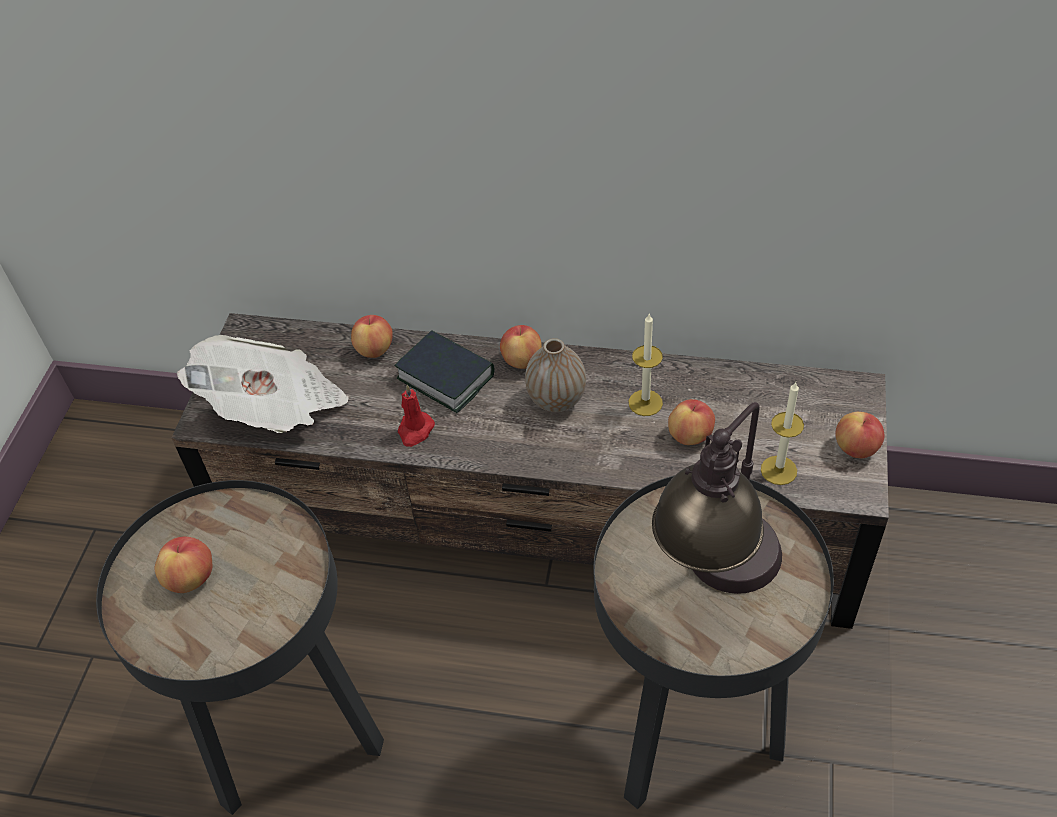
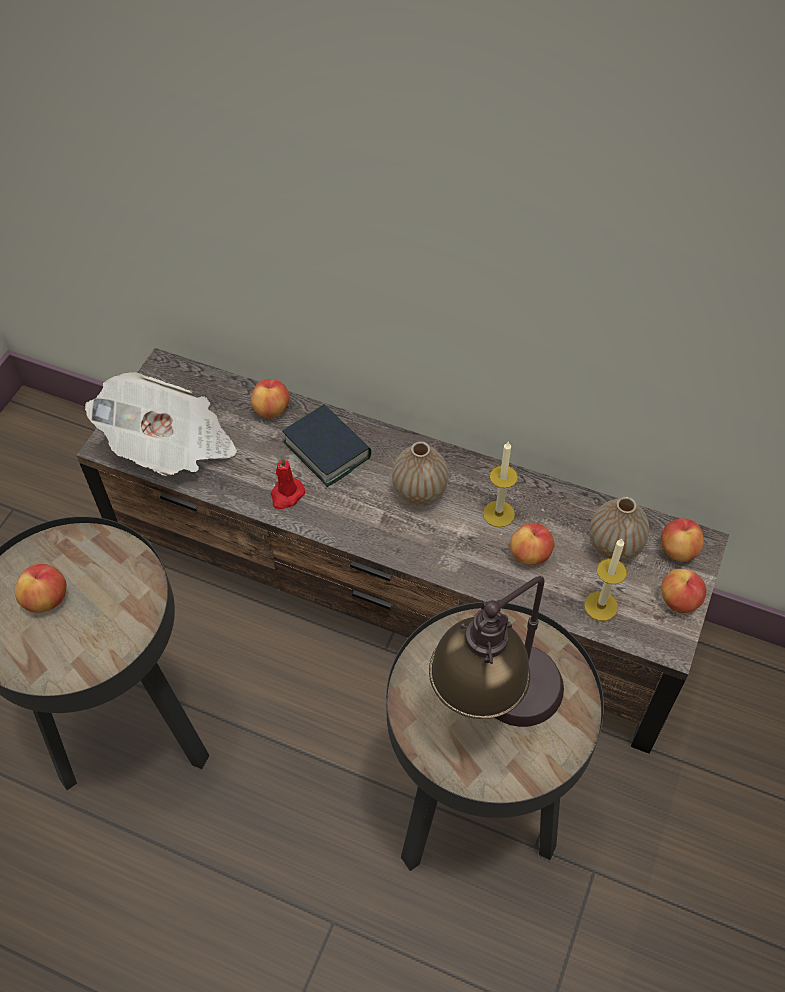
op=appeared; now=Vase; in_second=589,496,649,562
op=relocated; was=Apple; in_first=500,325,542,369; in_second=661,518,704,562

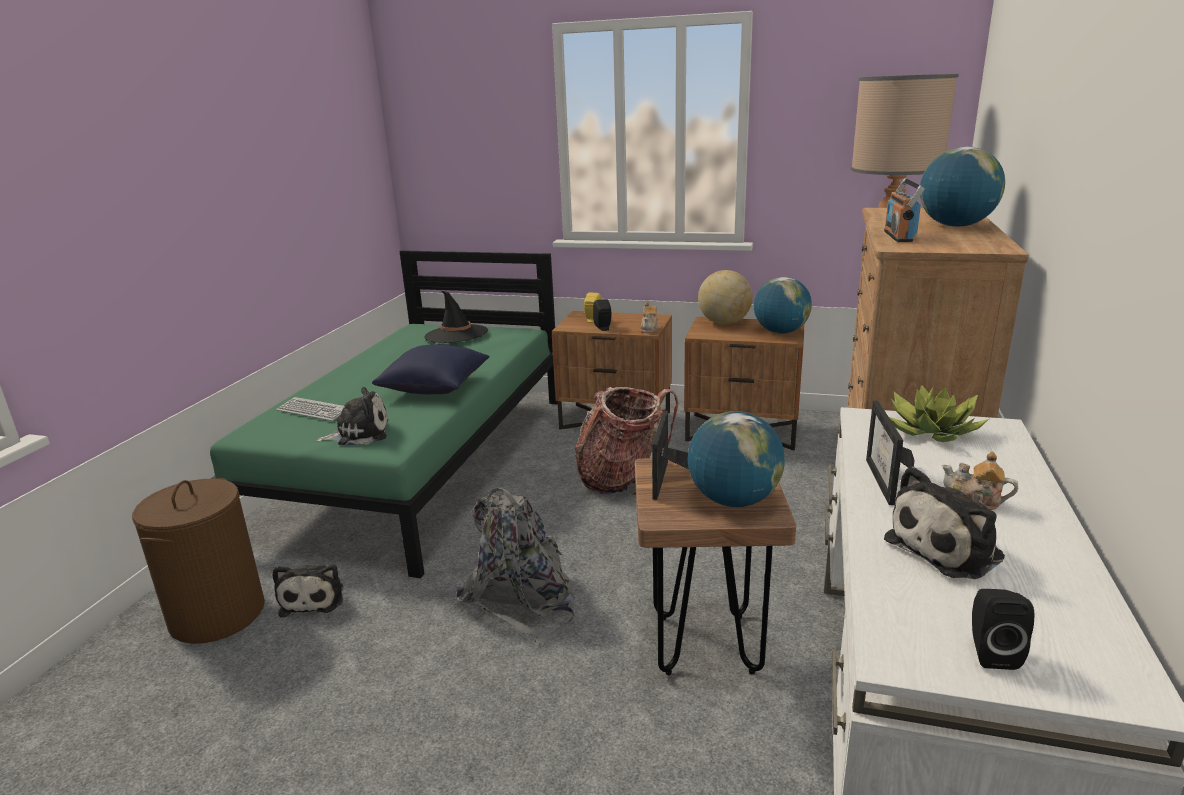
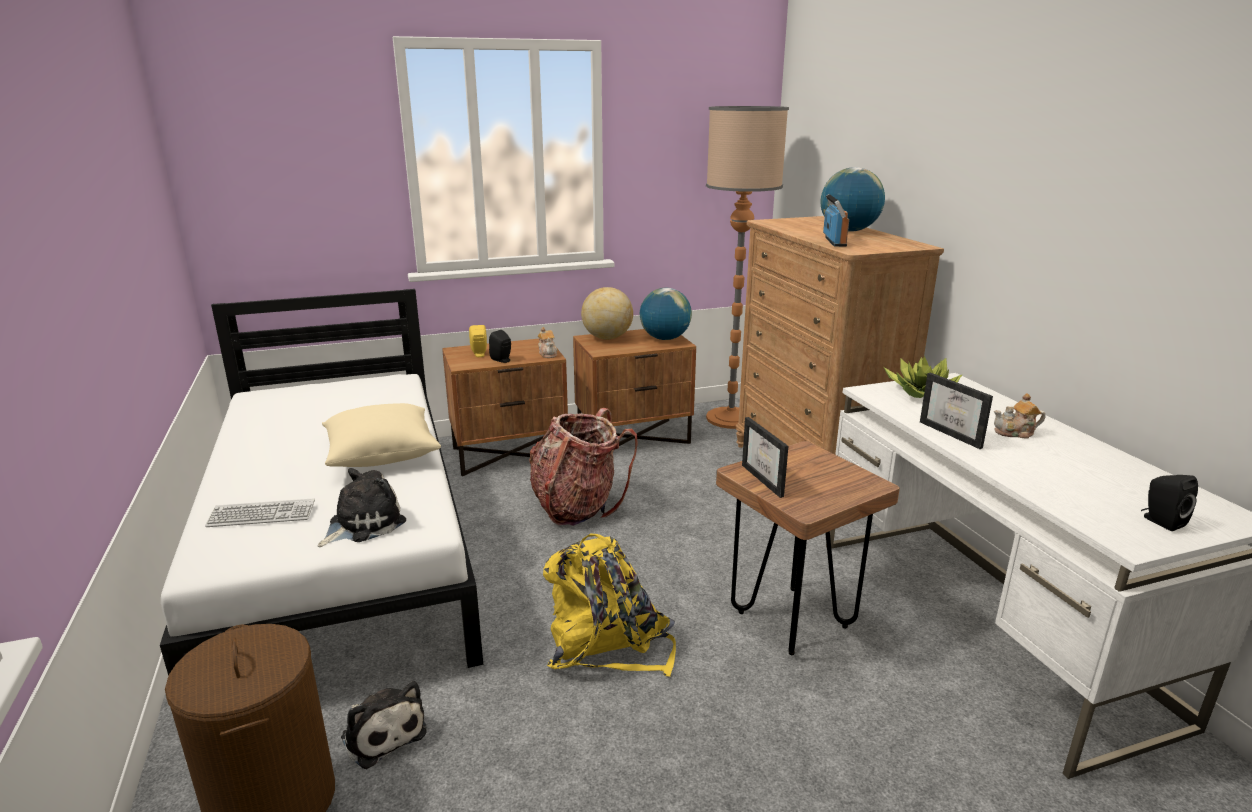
op=colour; was=GreenBed; now=WhiteBed; in_first=210,250,558,578; in_second=160,289,483,676
op=colour; was=BluePillow; now=BeigePillow; in_first=372,344,490,394; in_second=322,403,441,467
op=colour; was=GreyBackpack; now=YellowBackpack; in_first=456,488,575,645; in_second=543,533,676,677
op=spun; was=Radio; in_first=884,178,925,242; in_second=823,194,849,247; clockwise=-150
op=missing; was=BlackHat; in_first=424,290,488,343
op=missing; was=Globe; in_first=688,411,785,507
op=missing; was=PlushToy; in_first=884,466,1005,579

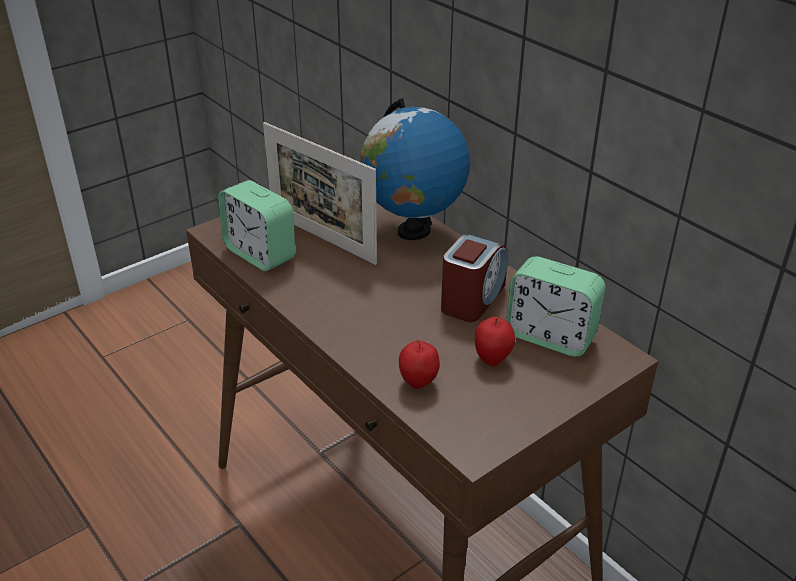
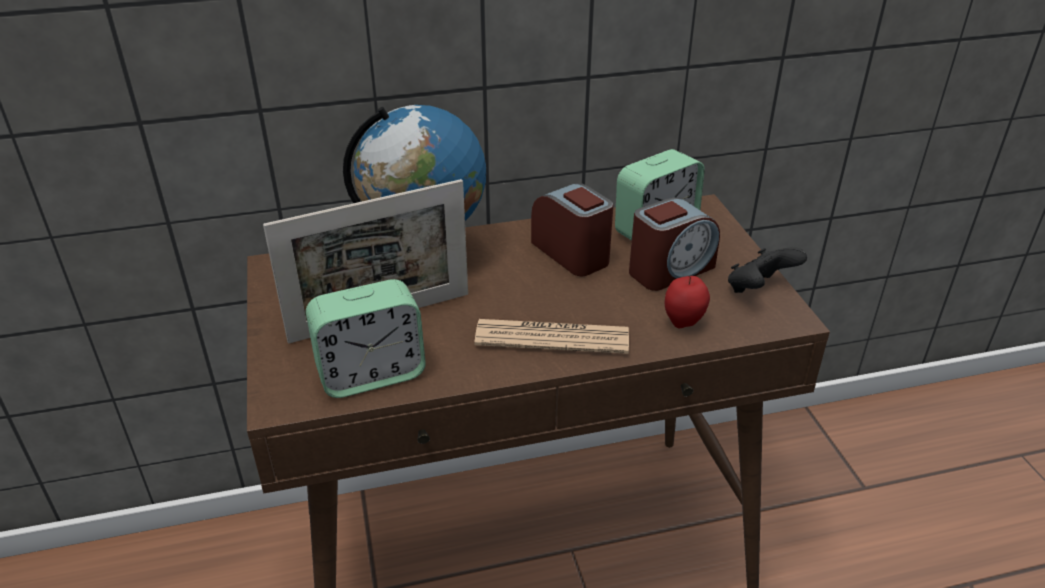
op=appeared; now=Newspaper; in_second=474,319,629,354
op=exchanged; was=Apple; now=AlarmClock; in_first=475,317,515,367; in_second=629,197,720,291
op=appeared; now=BlackGameController; in_second=728,247,807,293

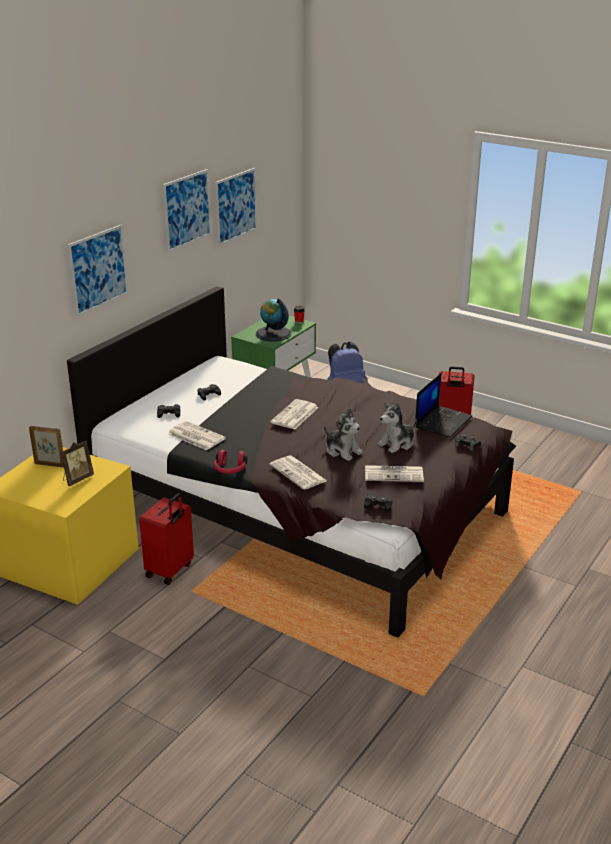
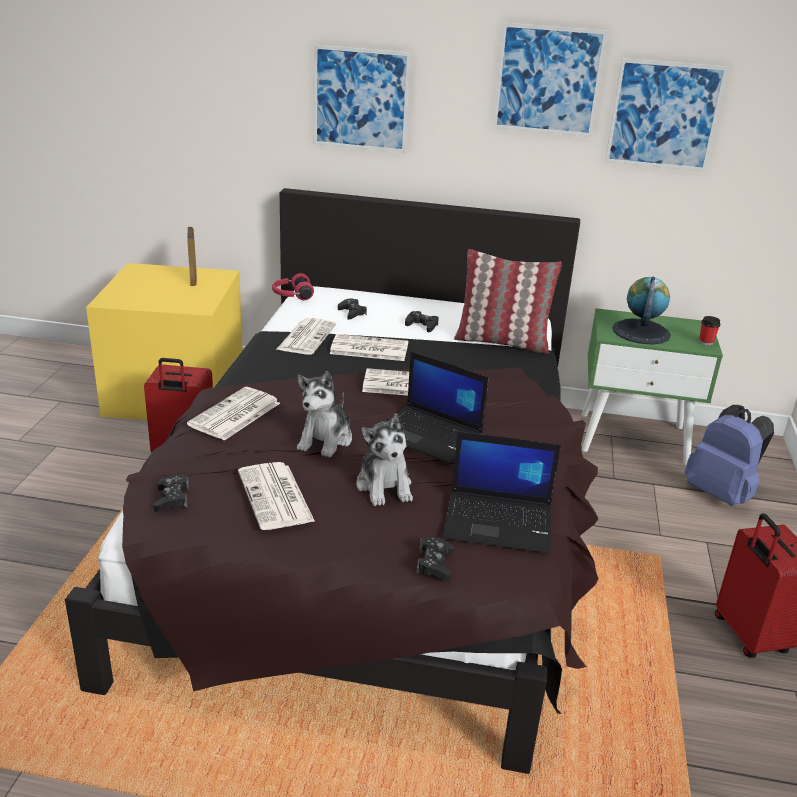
op=relocated; was=RedHeadphones; in_first=213,450,248,474; in_second=272,273,314,300
op=appeared; now=Newspaper; in_second=330,334,408,361
op=spun; was=PlushToy; in_first=378,402,417,453; in_second=356,413,413,506; clockwise=-135
op=appeared; now=Laptop; in_second=388,352,489,463
op=appeared; now=Pillow; in_second=454,249,562,354
op=missing; was=PictureFrame; in_first=60,440,94,486

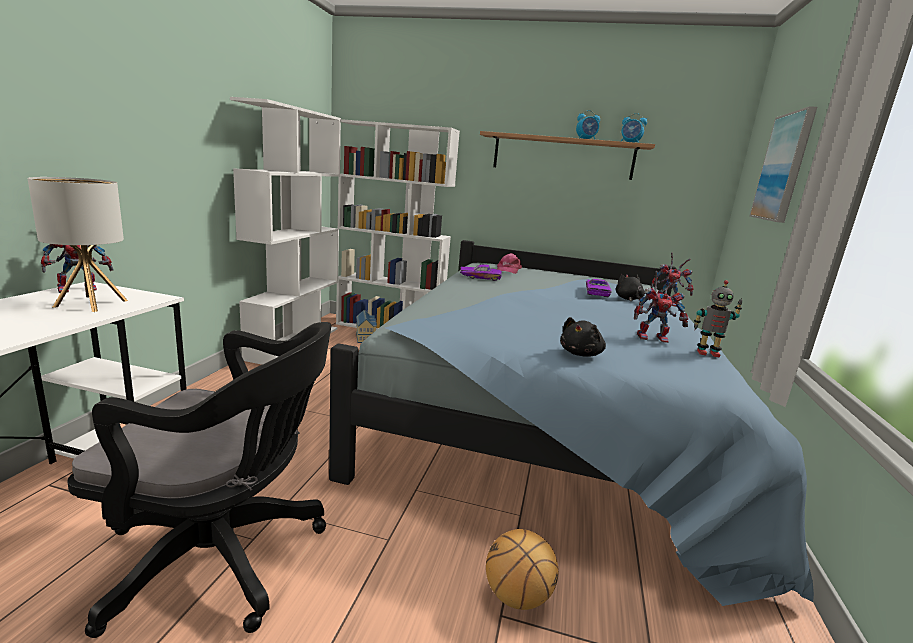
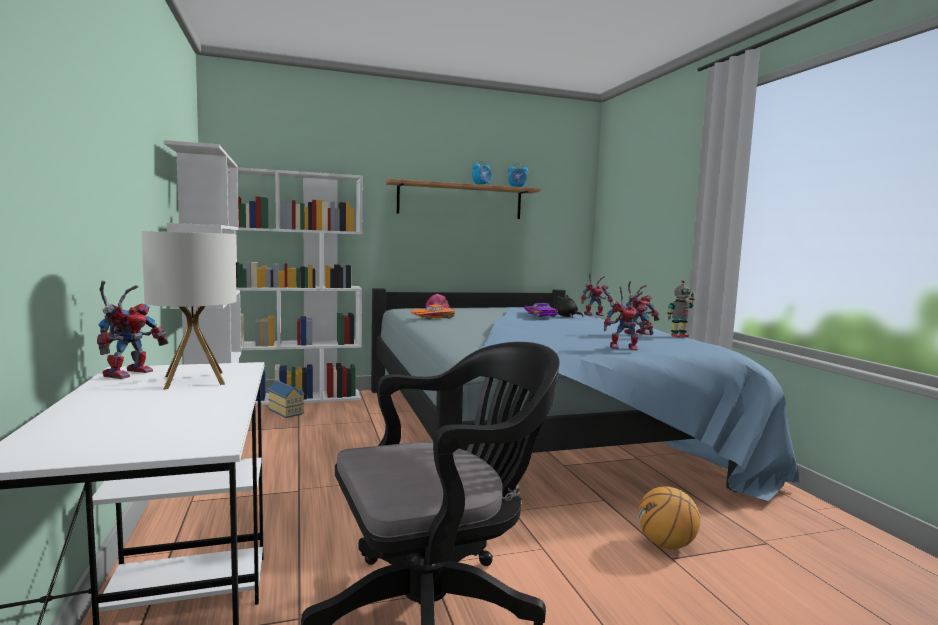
op=colour; was=PurpleToyCar; now=OrangeToyCar; in_first=460,264,502,281; in_second=411,304,455,319
op=exchanged; was=BlackPlushToy; now=ToyRobot; in_first=560,317,606,356; in_second=604,286,653,351
op=missing; was=Picture; in_first=750,106,817,223

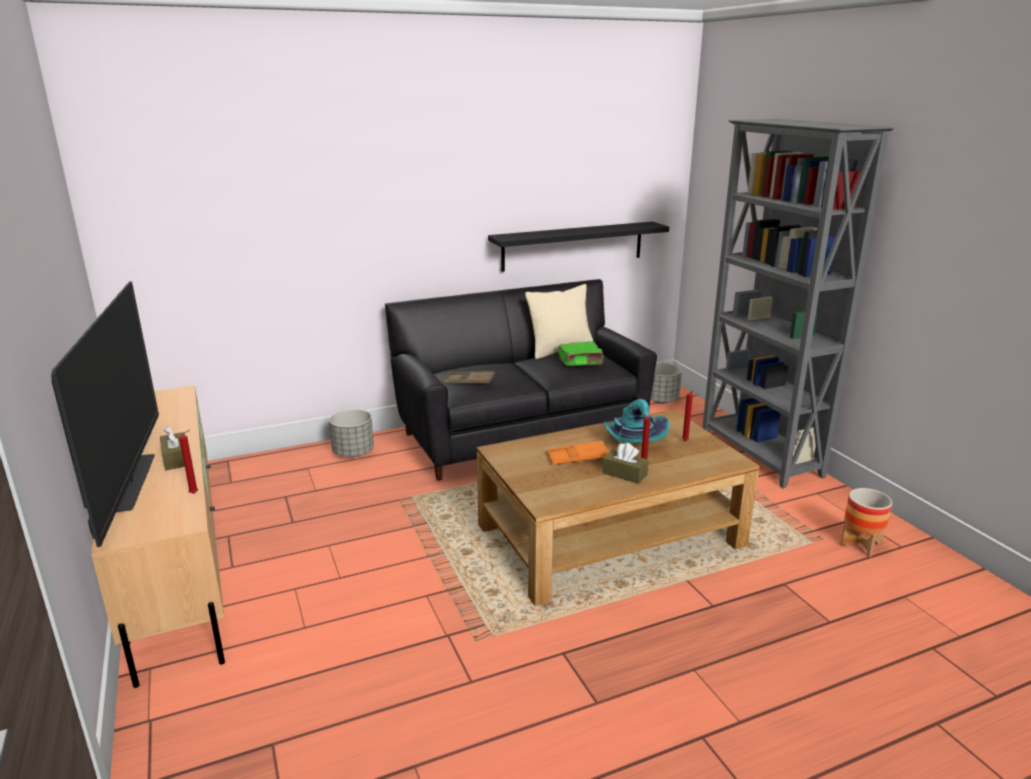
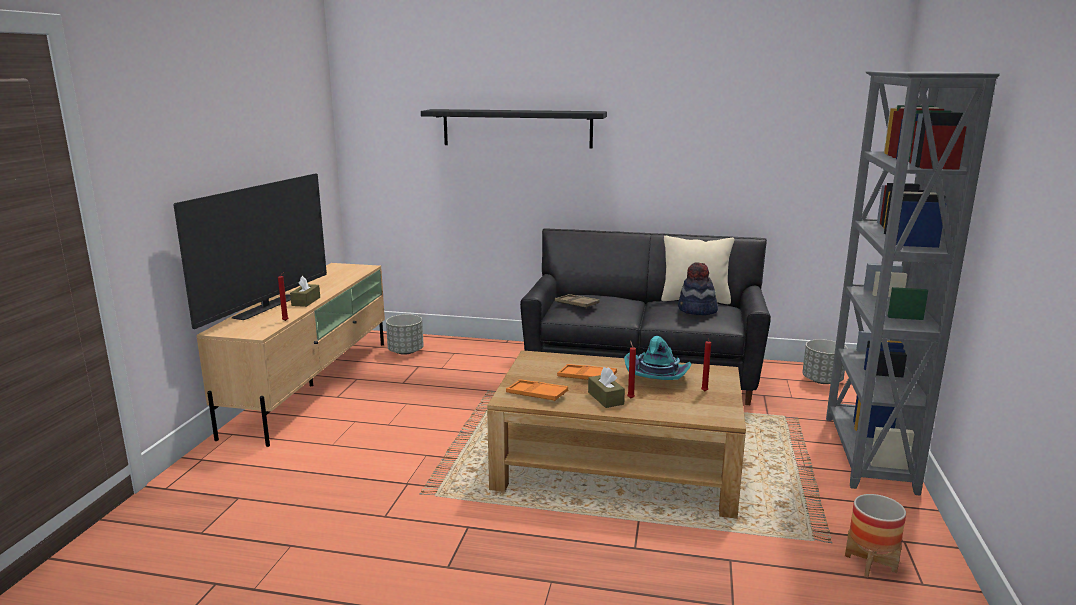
op=relocated; was=GreyPlanter; in_first=329,409,374,457; in_second=386,314,424,355
op=relocated; was=BlackShelf; in_first=488,222,669,272; in_second=421,109,607,148
op=appeared; now=OrangeTray; in_second=506,379,568,401
op=exchanged; was=GreenBook; now=Hat; in_first=558,341,604,366; in_second=678,262,718,315

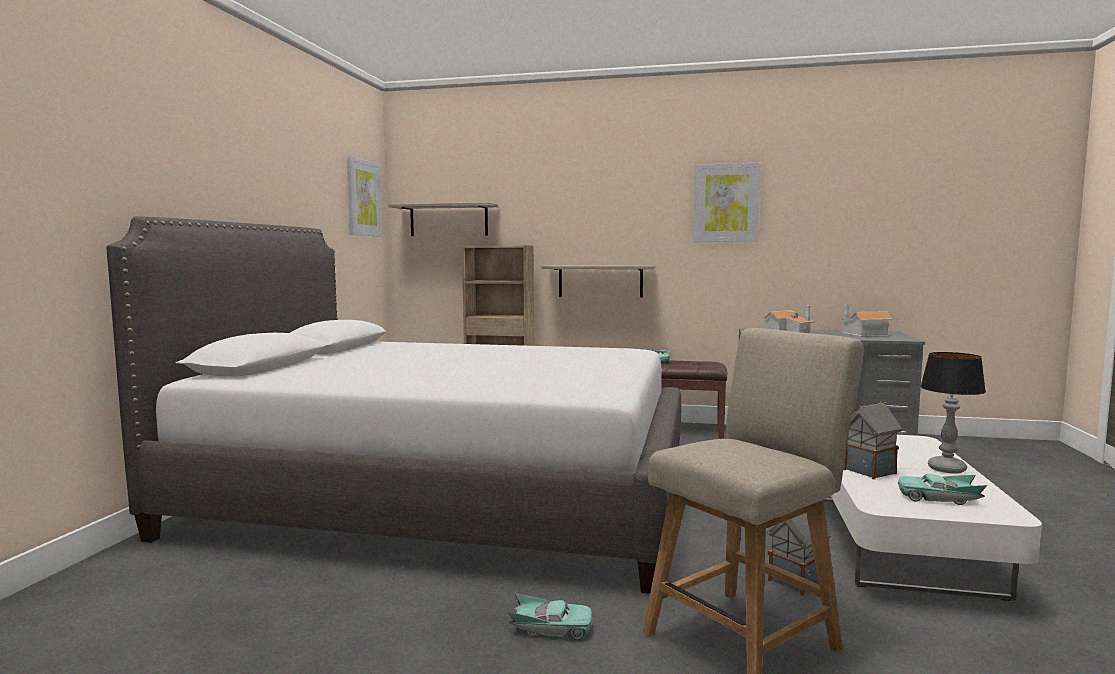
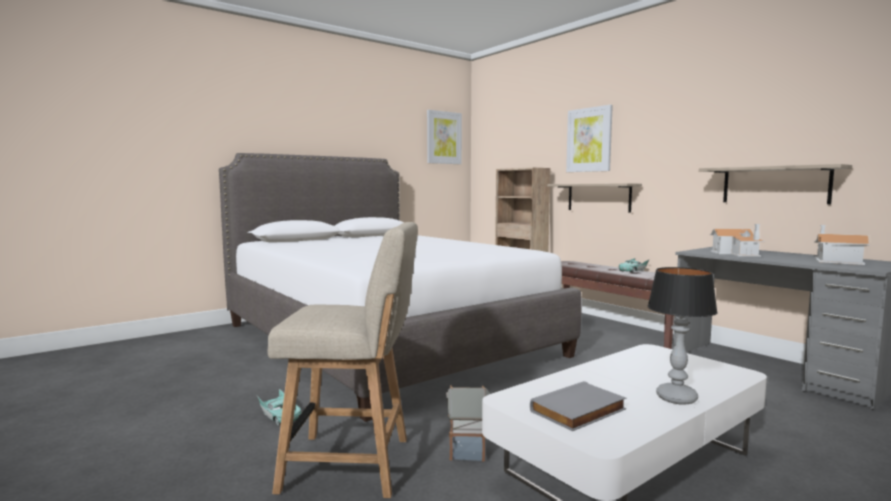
op=exchanged; was=TurquoiseToyCar; now=GreyBook; in_first=898,474,988,505; in_second=530,381,626,431
op=relocated; was=Picture; in_first=694,163,761,242; in_second=566,105,613,172
op=relocated; was=Shelf; in_first=388,202,498,236; in_second=699,164,852,204
op=missing; was=ToyHouse; in_first=843,401,903,479

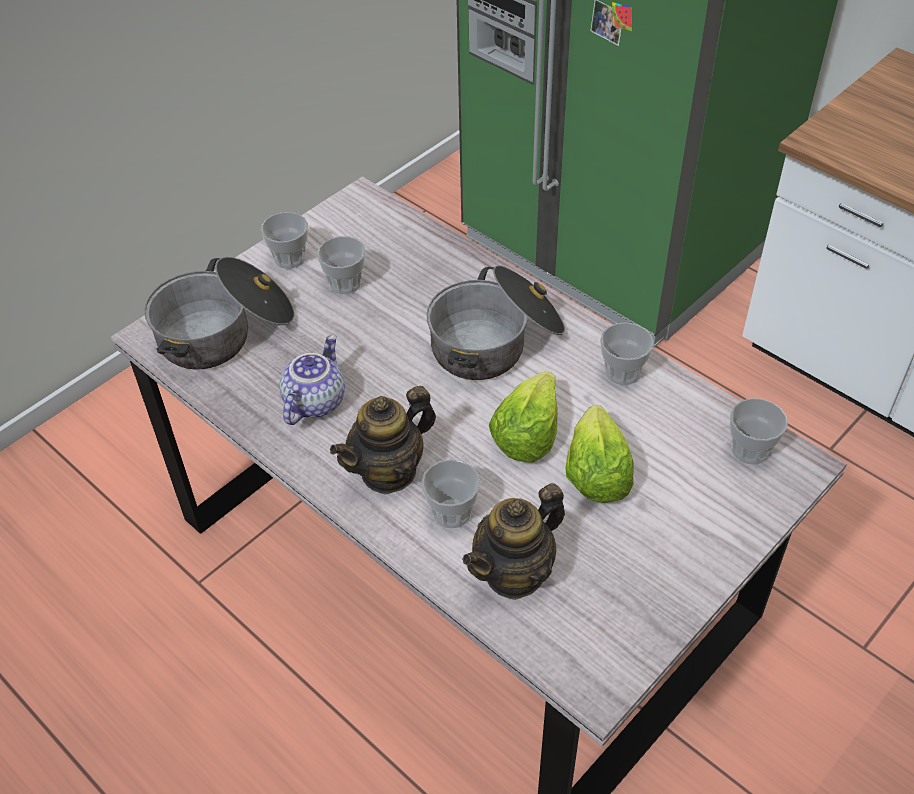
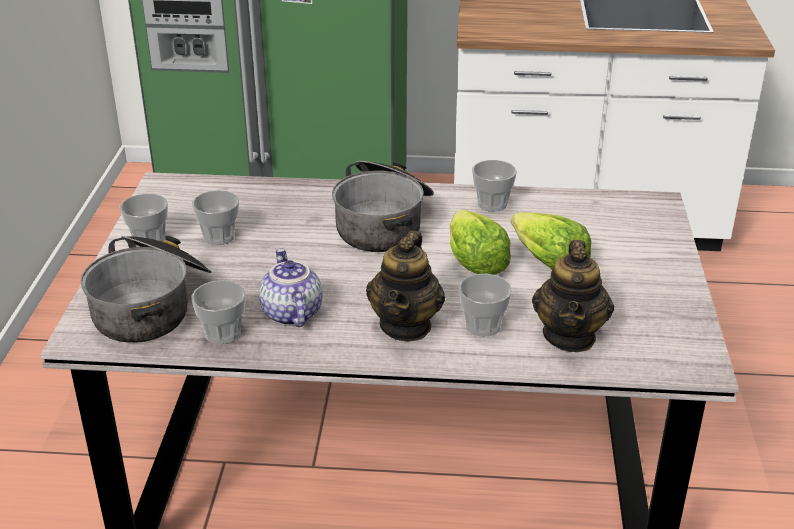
op=relocated; was=Cup; in_first=730,398,788,465; in_second=192,280,246,344

